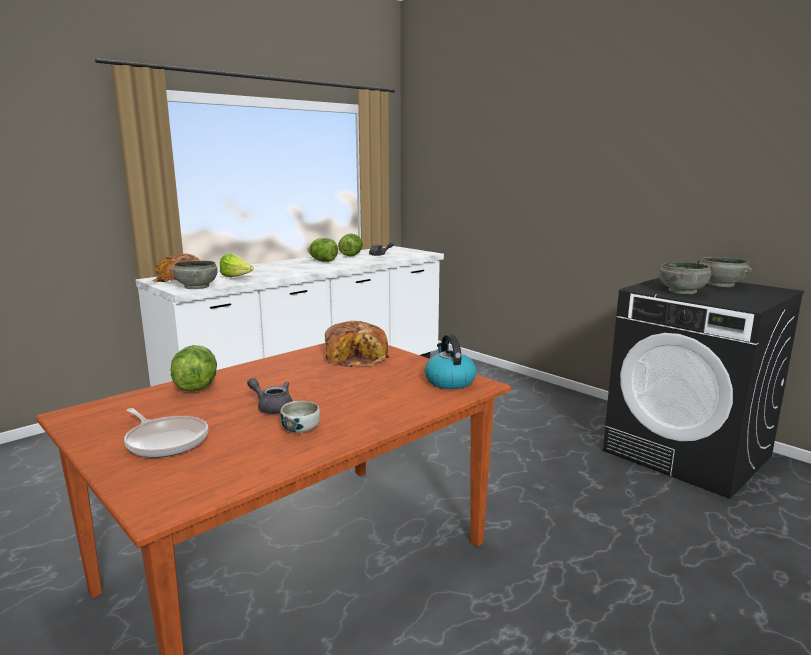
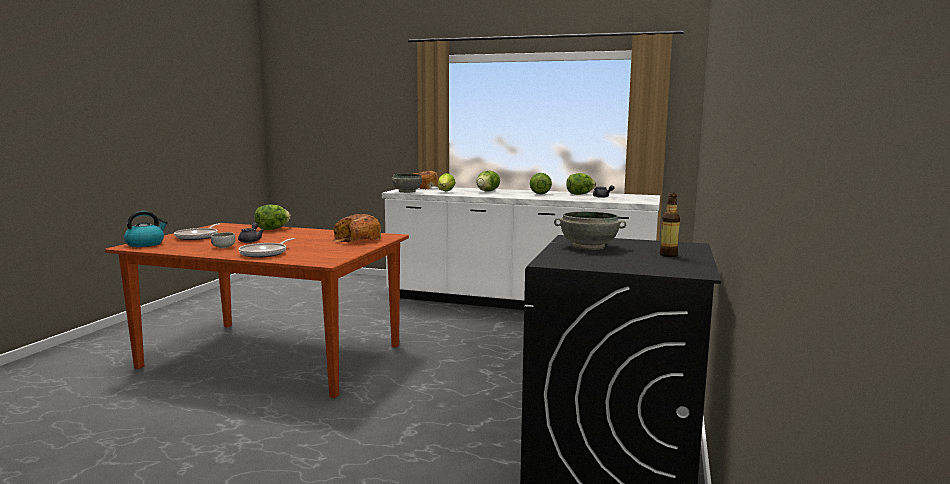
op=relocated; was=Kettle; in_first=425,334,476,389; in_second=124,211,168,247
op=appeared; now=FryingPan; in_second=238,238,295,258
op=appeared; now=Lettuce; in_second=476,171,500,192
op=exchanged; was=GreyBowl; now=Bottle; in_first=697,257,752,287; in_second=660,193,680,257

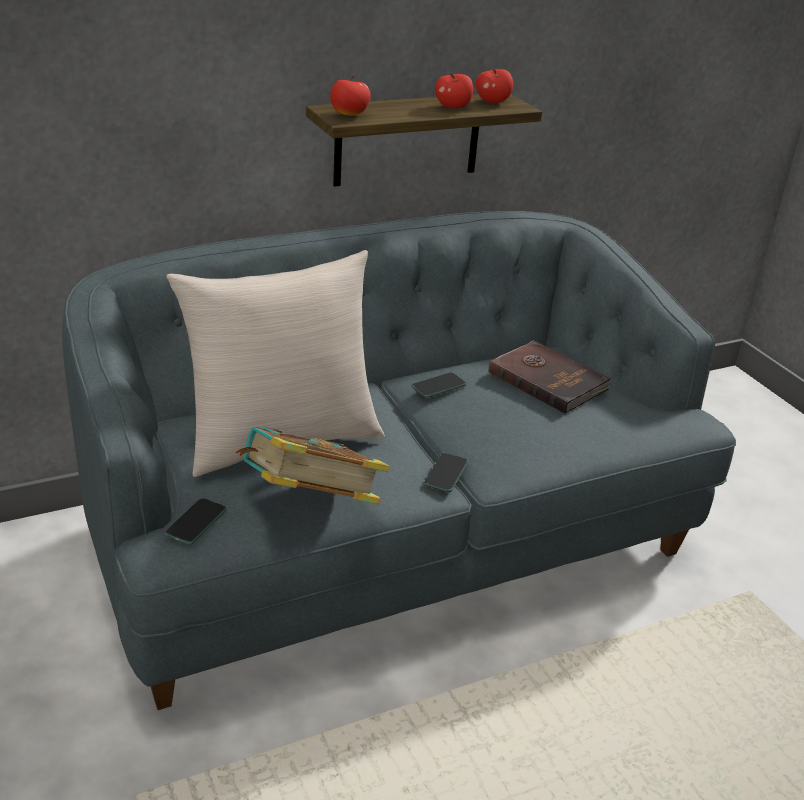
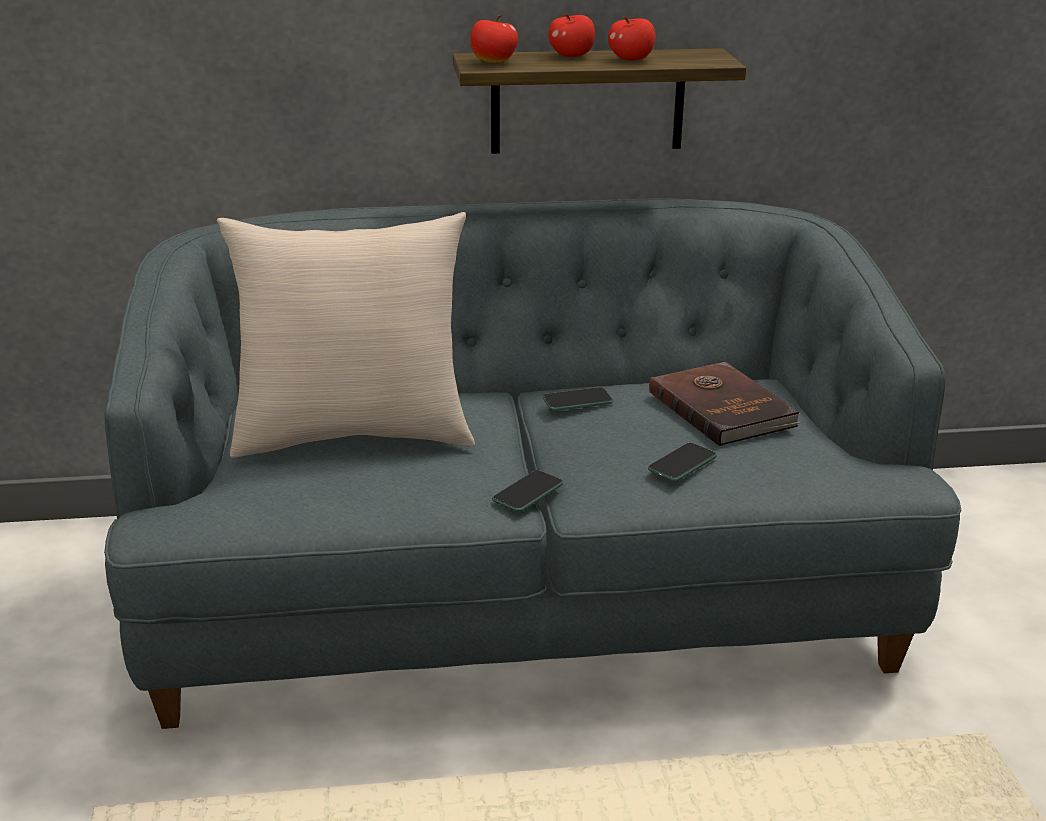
op=relocated; was=Apple; in_first=476,69,513,103; in_second=548,14,595,57
op=relocated; was=Phone; in_first=165,498,227,545; in_second=648,443,717,481
op=missing; was=Book; in_first=235,427,390,505

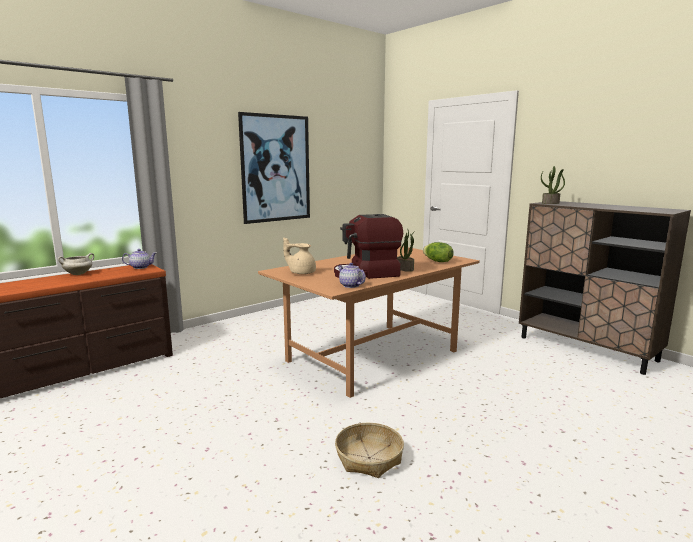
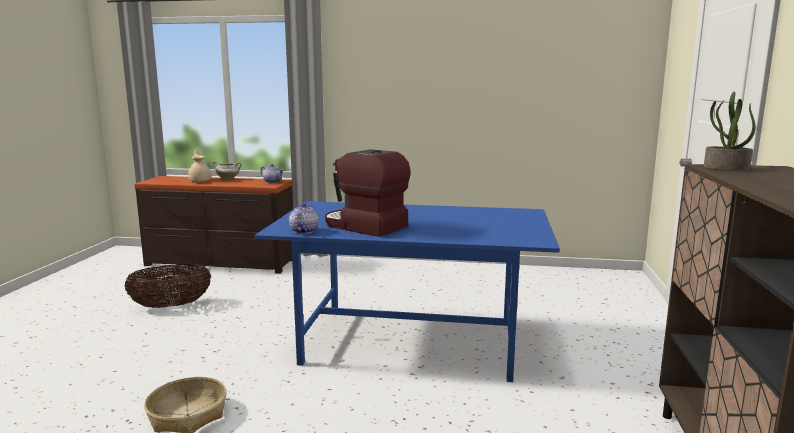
op=appeared; now=Basket; in_second=124,264,211,308
op=relocated; was=BeigeTeapot; in_first=283,237,316,274; in_second=188,149,212,182
op=colour; was=BrownDiningTable; now=BlueDiningTable; in_first=258,246,480,398; in_second=255,201,560,382
op=missing; was=Picture; in_first=238,112,310,224
op=missing; was=PottedPlant; in_first=397,230,415,272
op=missing; was=Lettuce; in_first=423,242,454,262

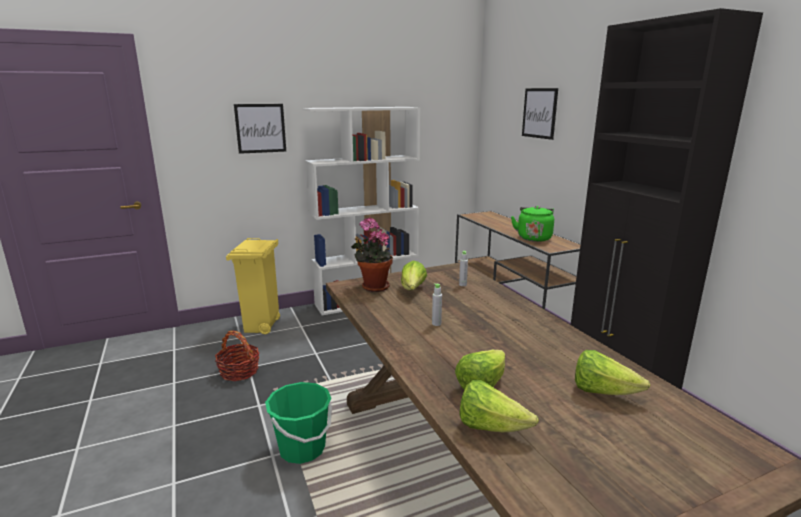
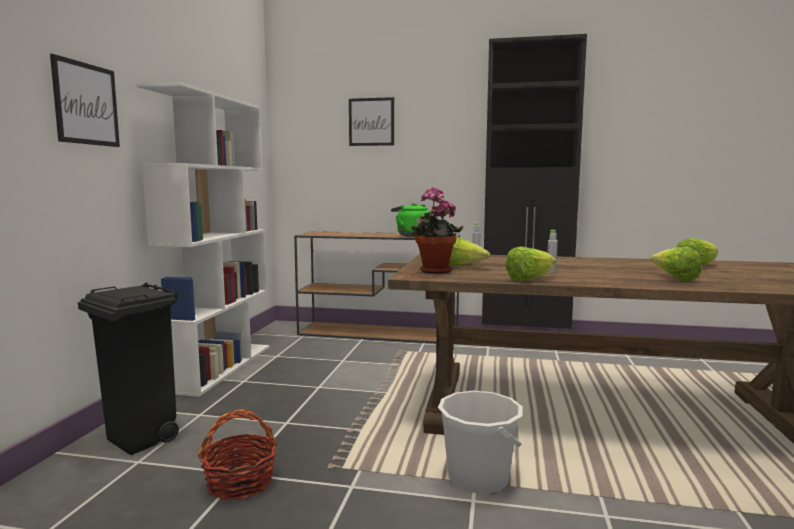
op=colour; was=YellowTrashCan; now=BlackTrashCan; in_first=226,238,280,334; in_second=78,282,179,455
op=colour; was=GreenBucket; now=WhiteBucket; in_first=265,382,332,464; in_second=438,391,523,494
op=relocated; was=Lettuce; in_first=459,380,539,432; in_second=505,246,556,281

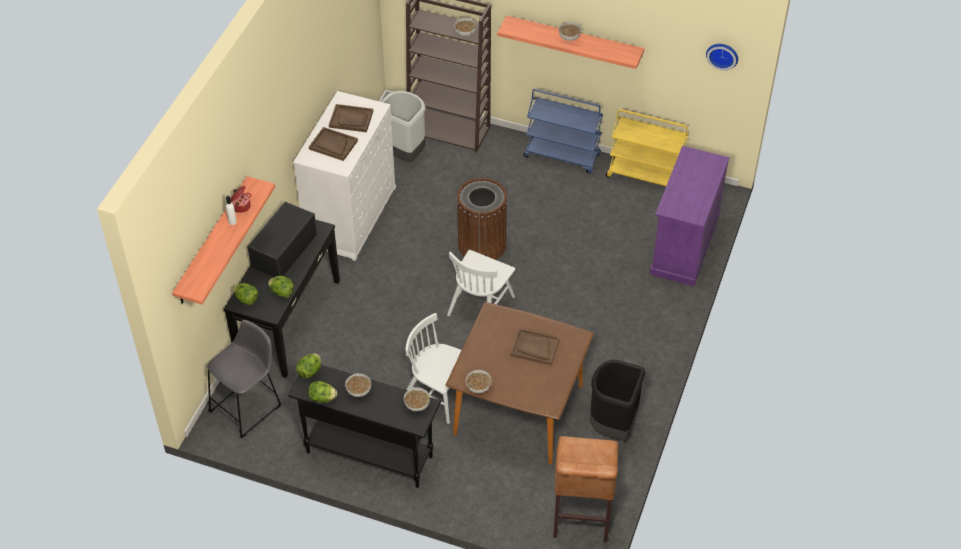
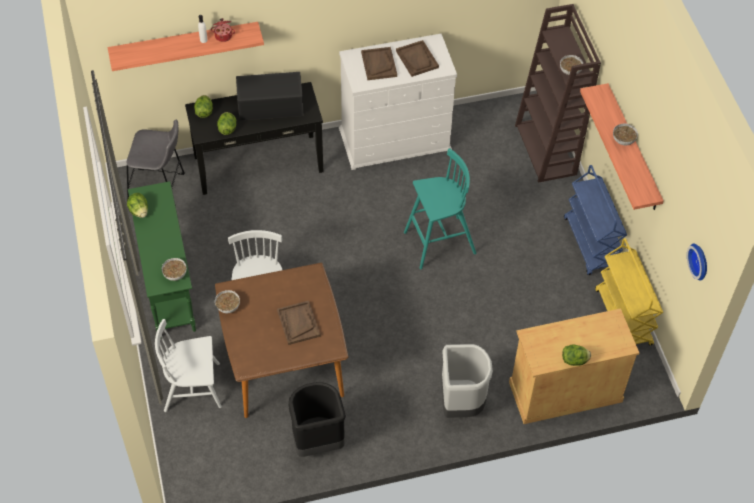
op=colour; was=BlackConsoleTable; now=GreenConsoleTable; in_first=288,365,441,488; in_second=128,181,196,332
op=relocated; was=WhiteChair; in_first=447,250,515,316; in_second=155,319,222,412
op=exchanged; was=BrownTrashCan; now=TurquoiseStool; in_first=457,178,508,260; in_second=404,148,476,269
op=relocated; was=GreyTrashCan; in_first=381,91,426,162; in_second=441,344,493,418
op=colour; was=PurpleCabinet; now=BeigeCabinet; in_first=650,146,729,286; in_second=509,308,639,424
op=relocated; was=Lettuce; in_first=296,353,321,378; in_second=562,344,591,366
op=missing; was=Bowl; in_first=345,373,371,397
op=missing; was=BrownStool; in_first=553,436,618,543

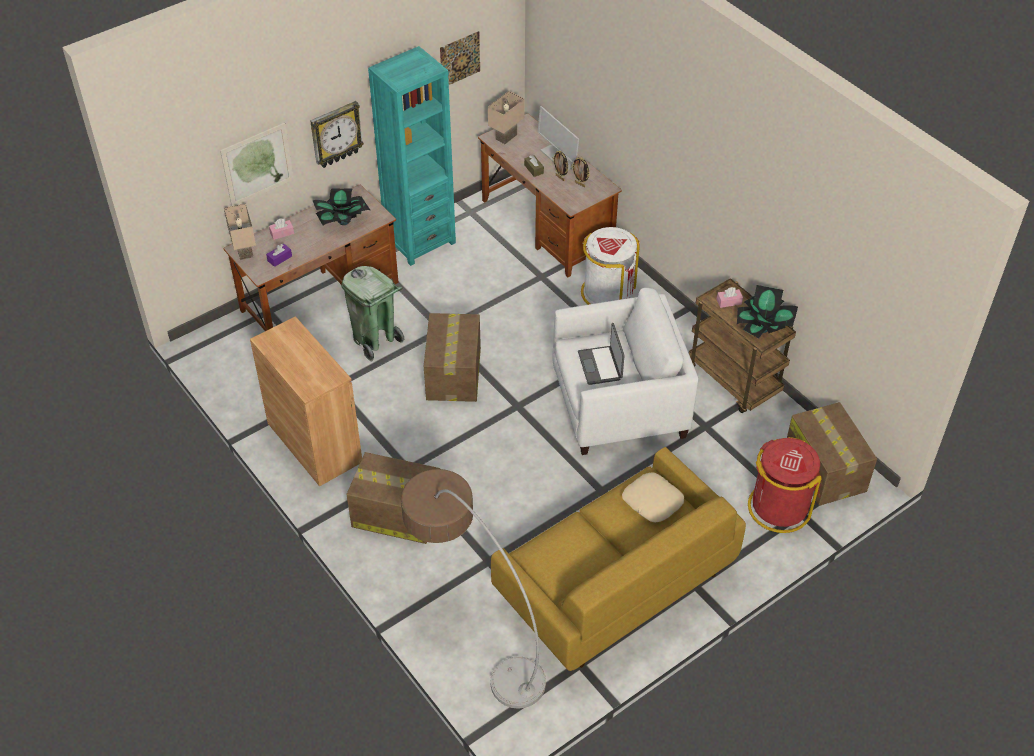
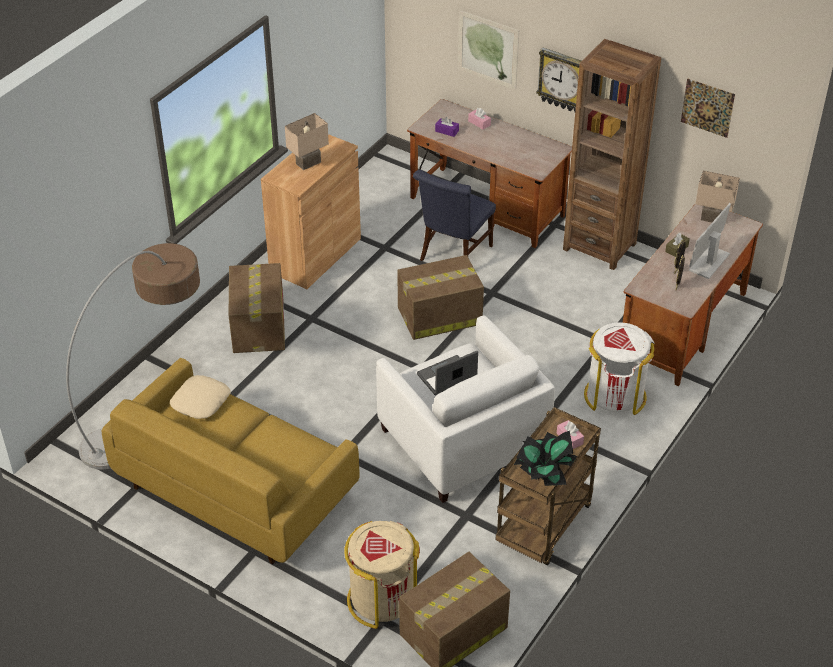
op=relocated; was=BeigePillow; in_first=622,472,684,523; in_second=170,375,230,419
op=relocated; was=BeigeTableLamp; in_first=224,203,256,260; in_second=285,113,329,170
op=colour; was=RedTrashCan; now=BeigeTrashCan; in_first=748,437,822,533; in_second=344,521,420,629
op=exchanged; was=GreenTrashCan; now=BlueChair; in_first=341,266,404,361; in_second=413,170,496,261
op=colour; was=TurquoiseBookcase; now=BrownBookcase; in_first=368,46,456,266; in_second=563,39,661,270
op=missing; was=PottedPlant; in_first=312,189,370,226

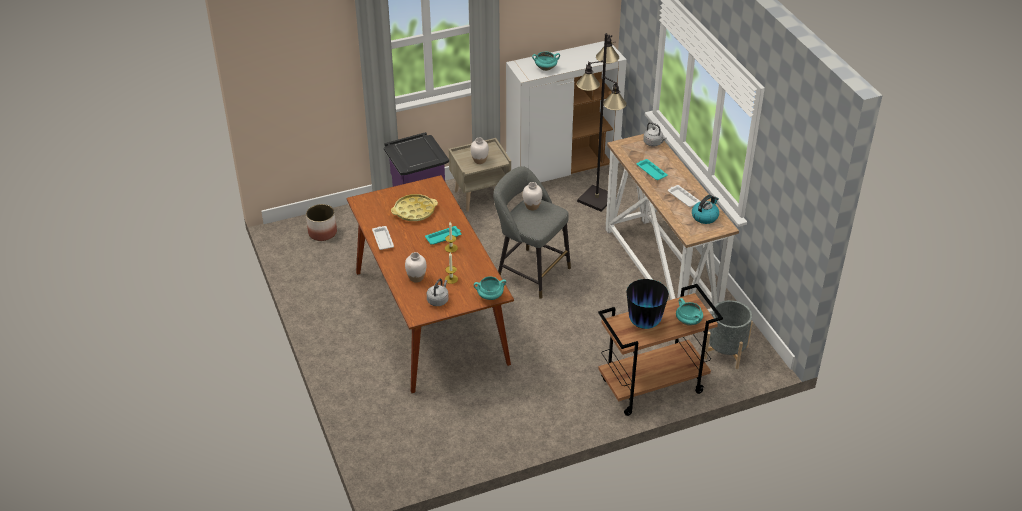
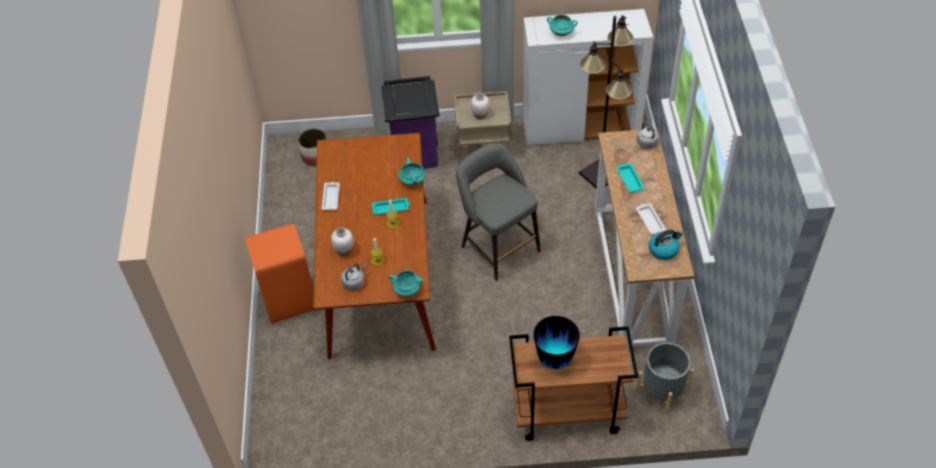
op=appeared; now=OrangeTrashCan; in_second=245,223,314,323
op=relocated; was=TurquoiseCookingPot; in_first=676,298,703,326; in_second=398,158,425,186
op=missing; was=YellowTray; in_first=391,194,438,221
op=missing; was=WhiteVase; in_first=523,182,542,210

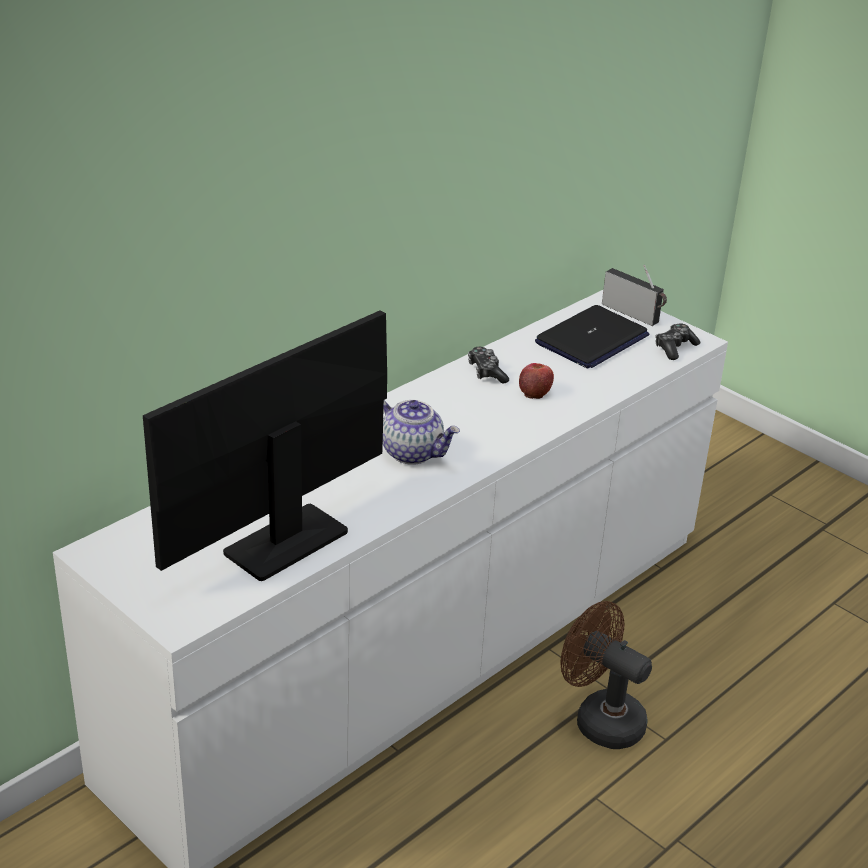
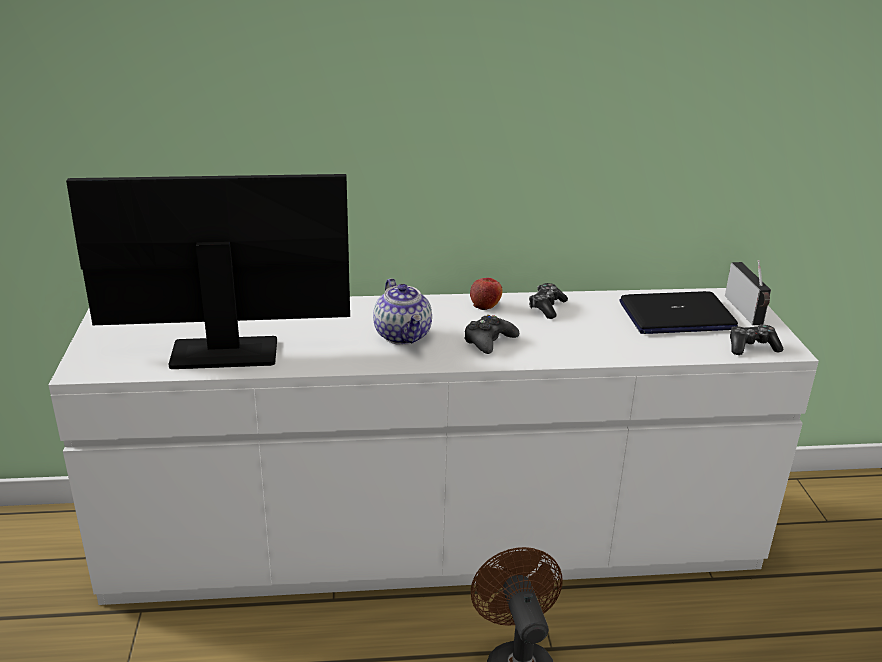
op=appeared; now=BlackGameController; in_second=464,315,519,354
op=relocated; was=Apple; in_first=519,363,554,399; in_second=470,278,502,310

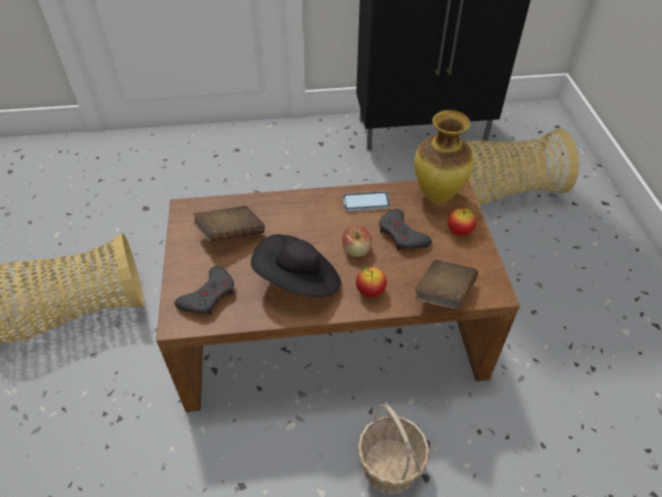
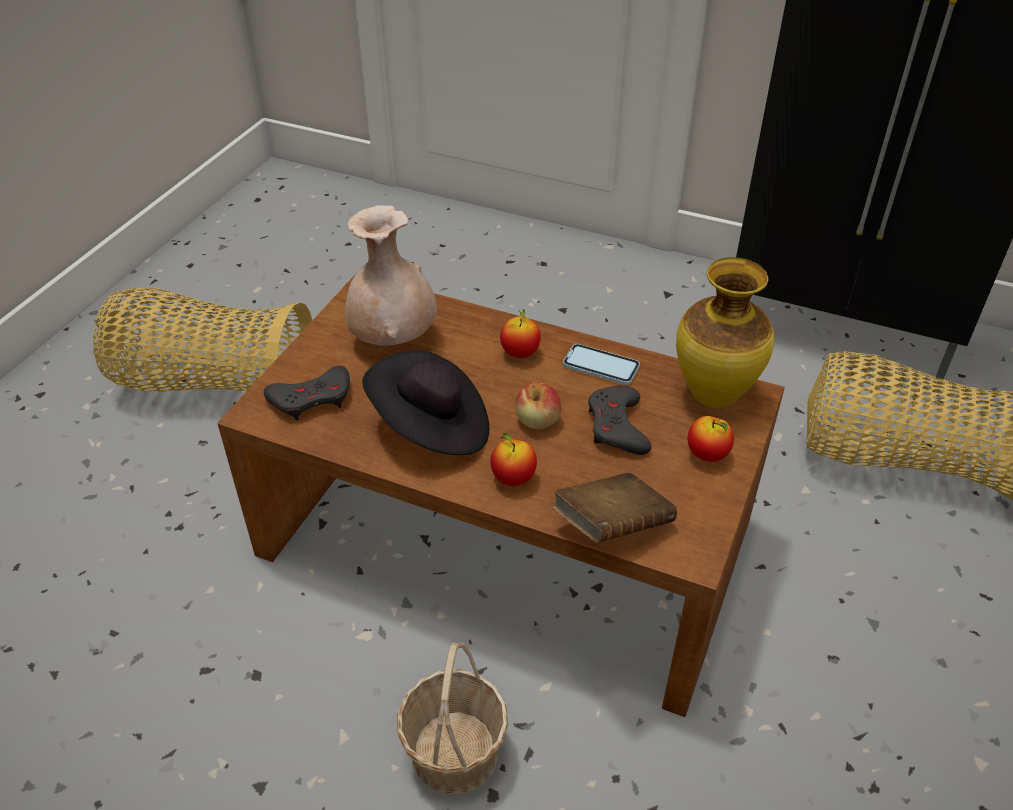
op=exchanged; was=BrownBook; now=BeigeVase; in_first=193,206,265,242; in_second=345,205,437,345
op=appeared; now=Apple; in_second=500,309,541,358

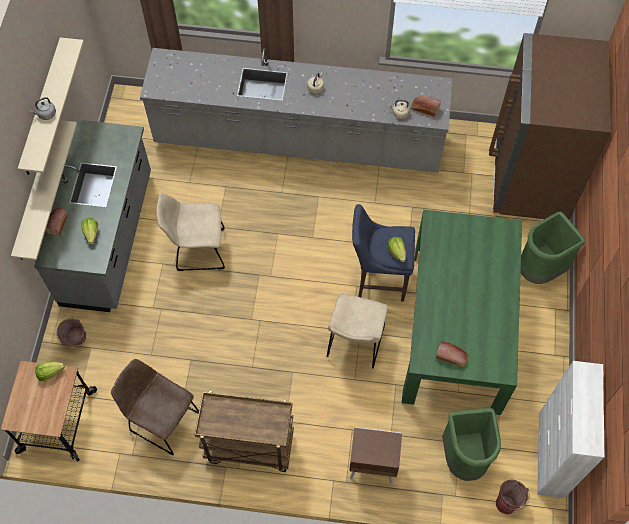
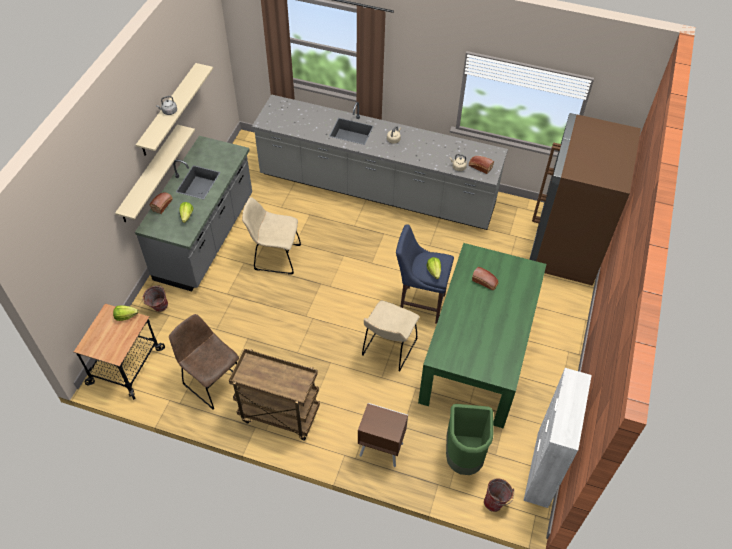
op=relocated; was=Bread; in_first=436,341,468,367; in_second=472,267,499,290
op=missing; was=GreenTrashCan; in_first=521,212,585,284

